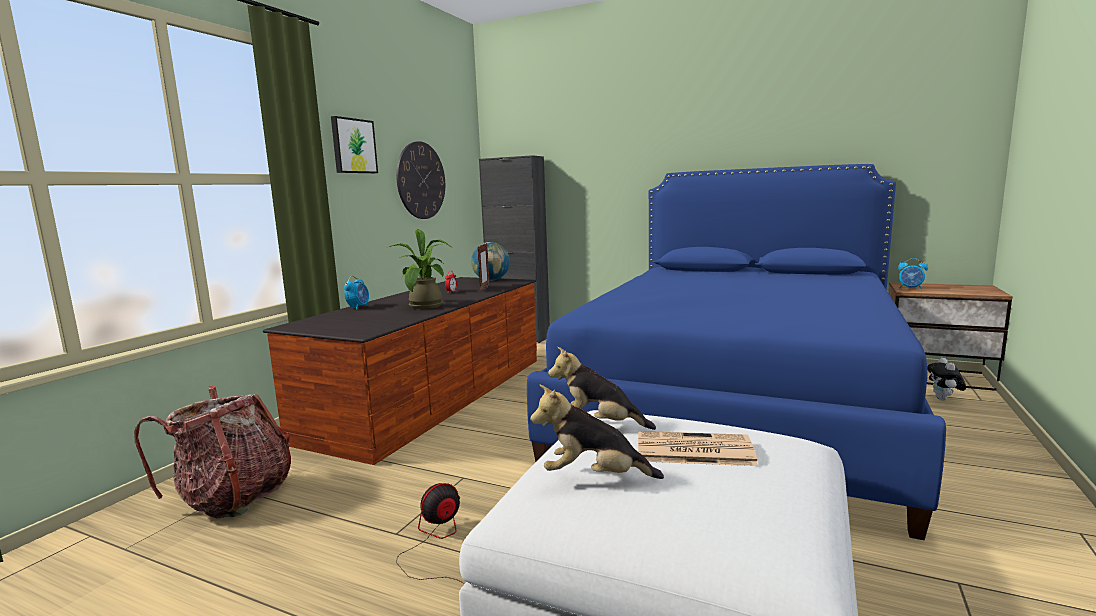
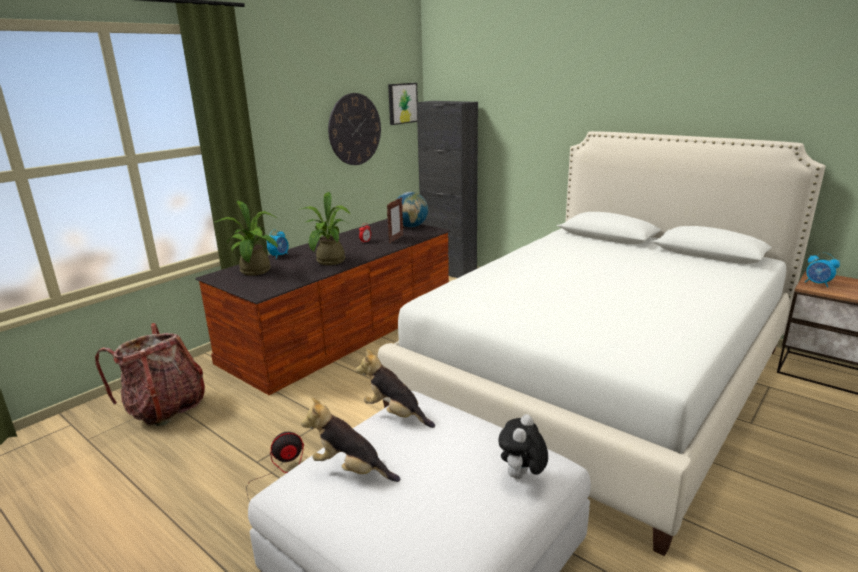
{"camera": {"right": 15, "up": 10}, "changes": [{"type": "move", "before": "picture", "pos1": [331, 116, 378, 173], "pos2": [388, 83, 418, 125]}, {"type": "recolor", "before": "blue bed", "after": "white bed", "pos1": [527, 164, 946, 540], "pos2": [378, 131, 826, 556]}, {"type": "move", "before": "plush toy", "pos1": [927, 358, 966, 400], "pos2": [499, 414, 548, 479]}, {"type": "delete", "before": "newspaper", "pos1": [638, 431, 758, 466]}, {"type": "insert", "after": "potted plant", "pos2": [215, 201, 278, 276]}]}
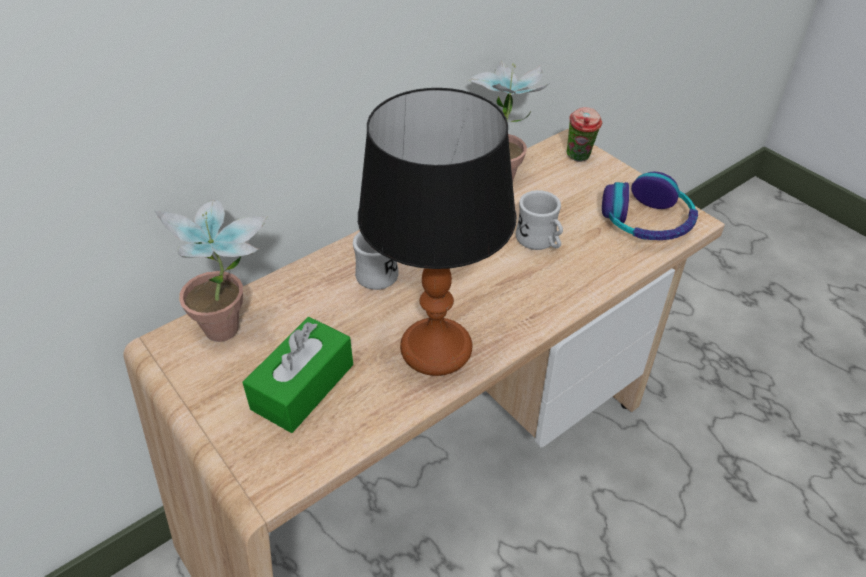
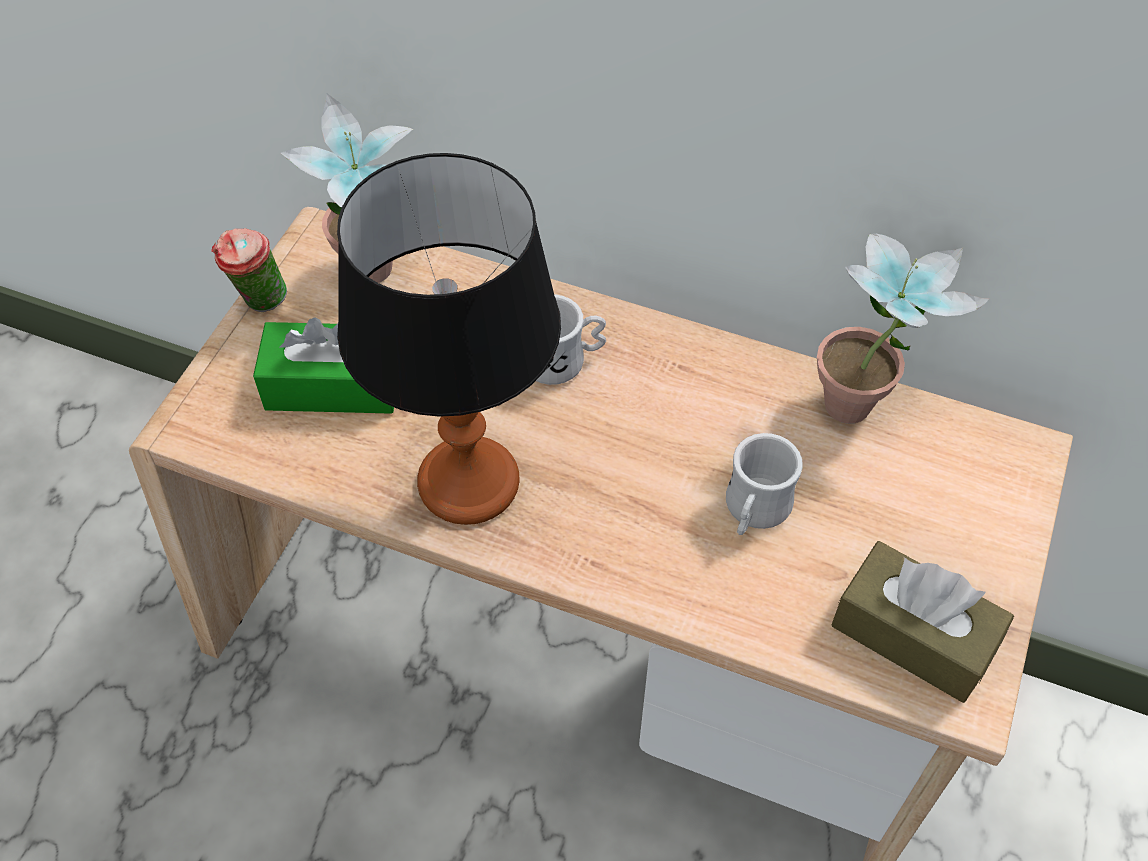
{"camera": {"right": 60, "up": 10}, "changes": [{"type": "move", "before": "cup", "pos1": [567, 107, 603, 162], "pos2": [211, 228, 287, 312]}, {"type": "replace", "before": "headphones", "after": "brown tissue box", "pos1": [602, 172, 698, 240], "pos2": [832, 541, 1014, 703]}]}
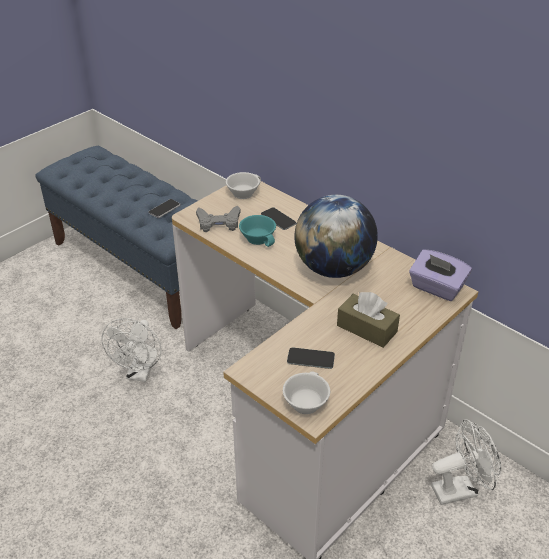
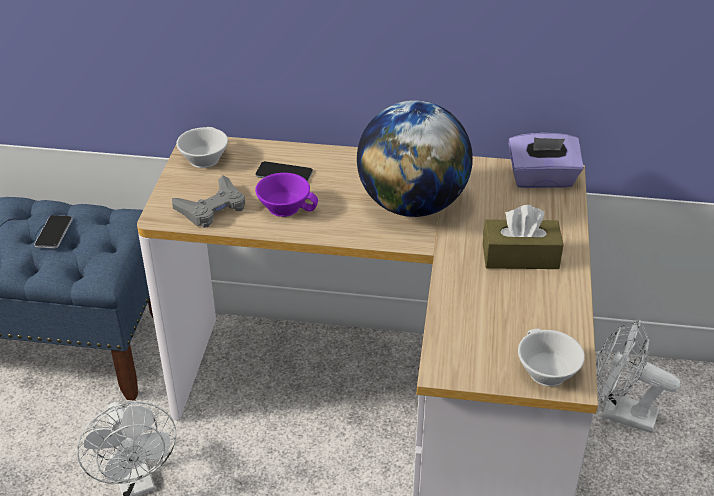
{"camera": {"right": -35, "up": 0}, "changes": [{"type": "recolor", "before": "turquoise cup", "after": "purple cup", "pos1": [239, 215, 276, 247], "pos2": [255, 173, 318, 217]}, {"type": "delete", "before": "phone", "pos1": [287, 347, 335, 369]}, {"type": "rotate", "before": "white fan", "pos1": [431, 419, 501, 505], "pos2": [596, 320, 680, 433], "turn": -105}]}
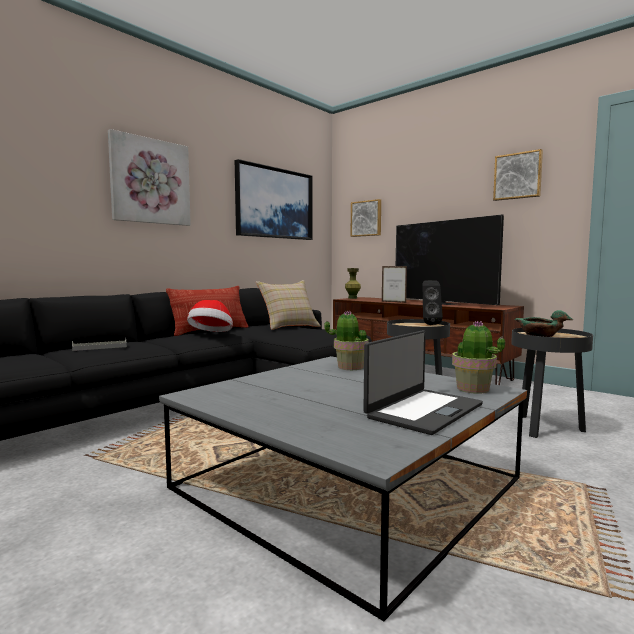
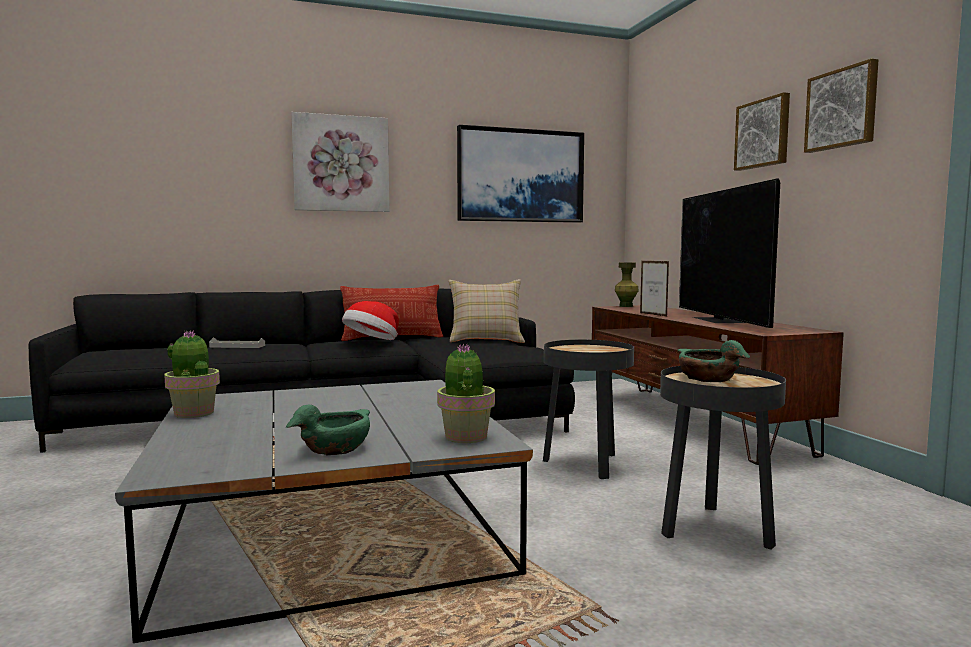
{"camera": {"right": 30, "up": 0}, "changes": [{"type": "move", "before": "picture", "pos1": [351, 199, 381, 237], "pos2": [734, 92, 790, 171]}, {"type": "delete", "before": "black speaker", "pos1": [423, 280, 443, 325]}, {"type": "move", "before": "potted plant", "pos1": [324, 311, 369, 370], "pos2": [164, 330, 220, 418]}, {"type": "replace", "before": "laptop", "after": "green bowl", "pos1": [363, 330, 483, 435], "pos2": [286, 405, 370, 456]}]}
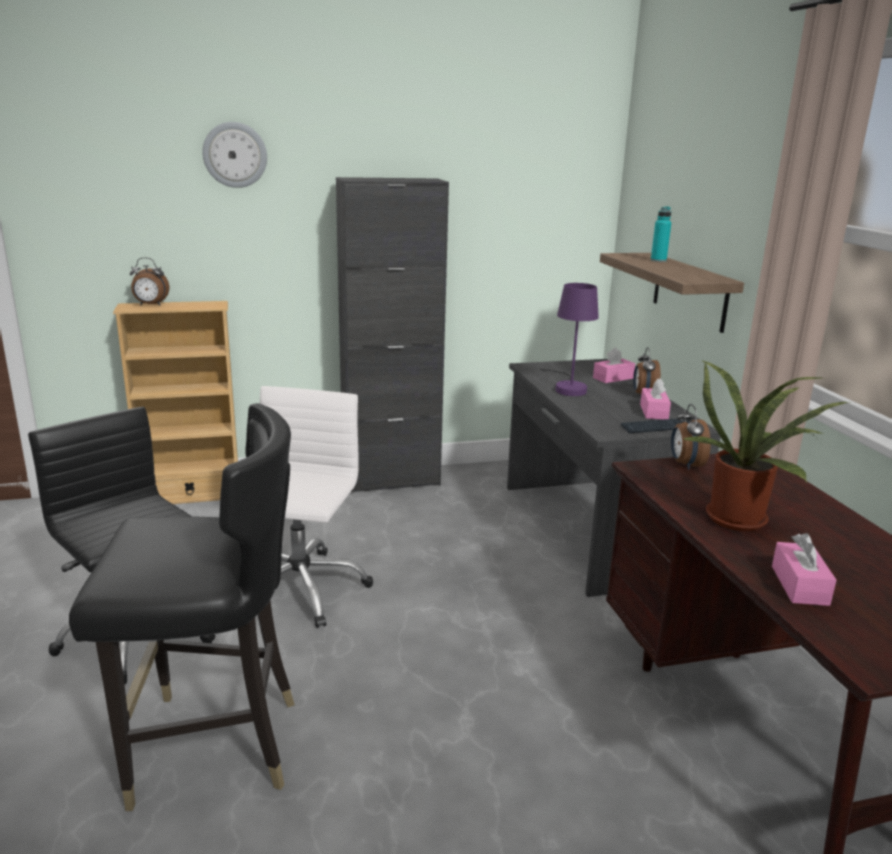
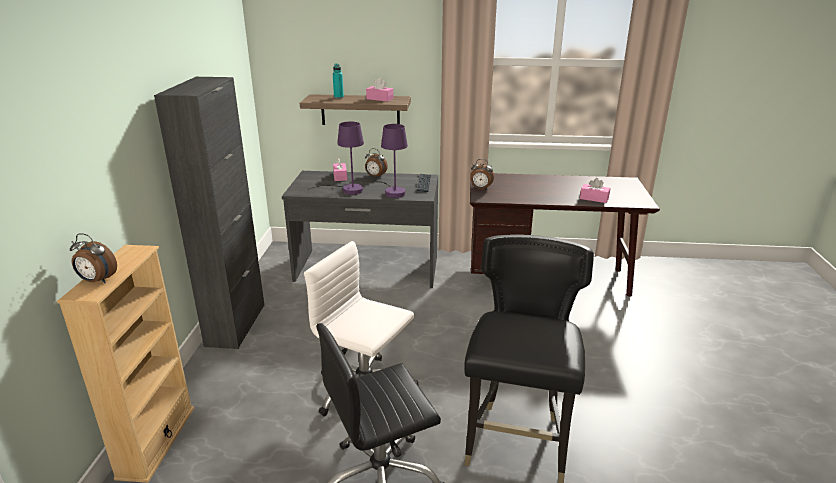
{"camera": {"right": -70, "up": 5}, "changes": [{"type": "delete", "before": "wall clock", "pos1": [202, 122, 267, 188]}, {"type": "rotate", "before": "alarm clock", "pos1": [130, 257, 169, 305], "pos2": [70, 233, 117, 283], "turn": 90}, {"type": "delete", "before": "potted plant", "pos1": [684, 360, 848, 531]}, {"type": "move", "before": "pink tissue box", "pos1": [640, 378, 671, 420], "pos2": [366, 78, 394, 102]}, {"type": "insert", "after": "purple table lamp", "pos2": [363, 124, 408, 198]}]}
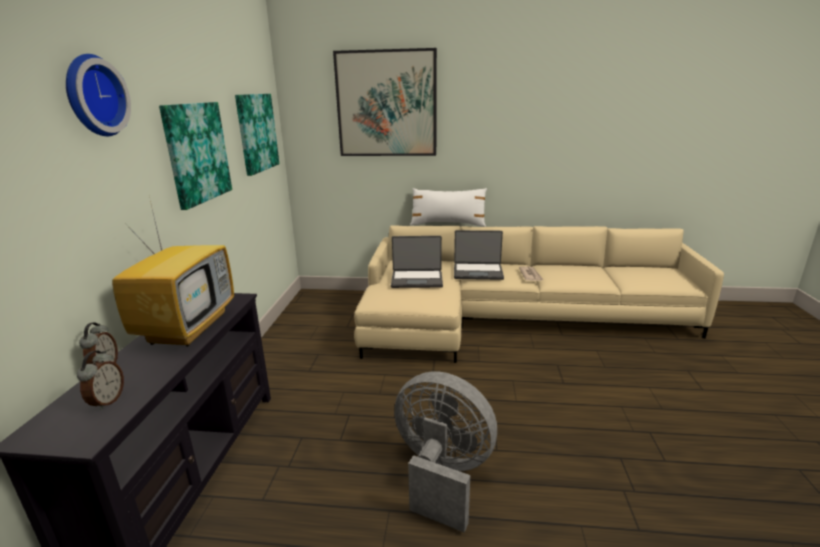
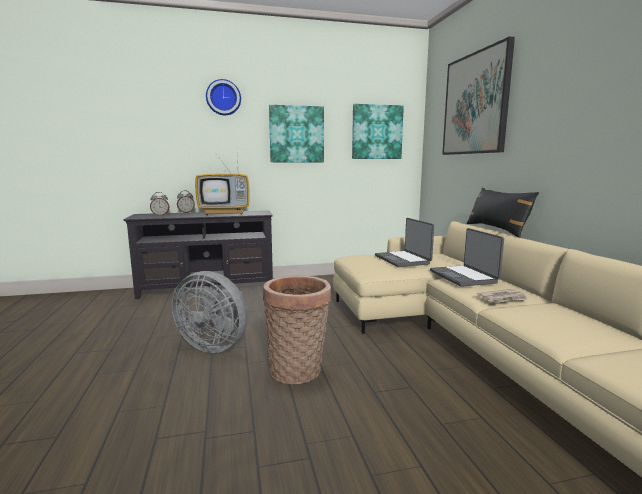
{"camera": {"right": 70, "up": -10}, "changes": [{"type": "recolor", "before": "white pillow", "after": "black pillow", "pos1": [410, 188, 487, 227], "pos2": [466, 187, 539, 238]}, {"type": "rotate", "before": "grey fan", "pos1": [394, 372, 497, 533], "pos2": [172, 271, 248, 353], "turn": 105}, {"type": "insert", "after": "basket", "pos2": [263, 276, 331, 384]}]}
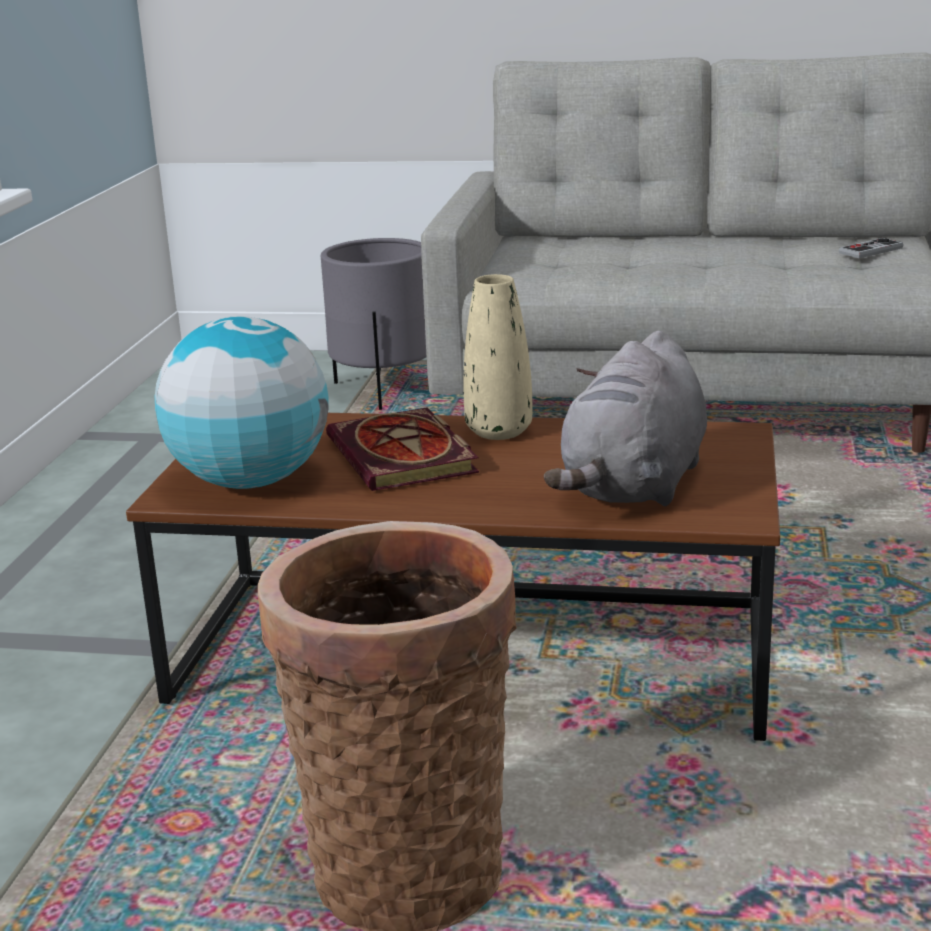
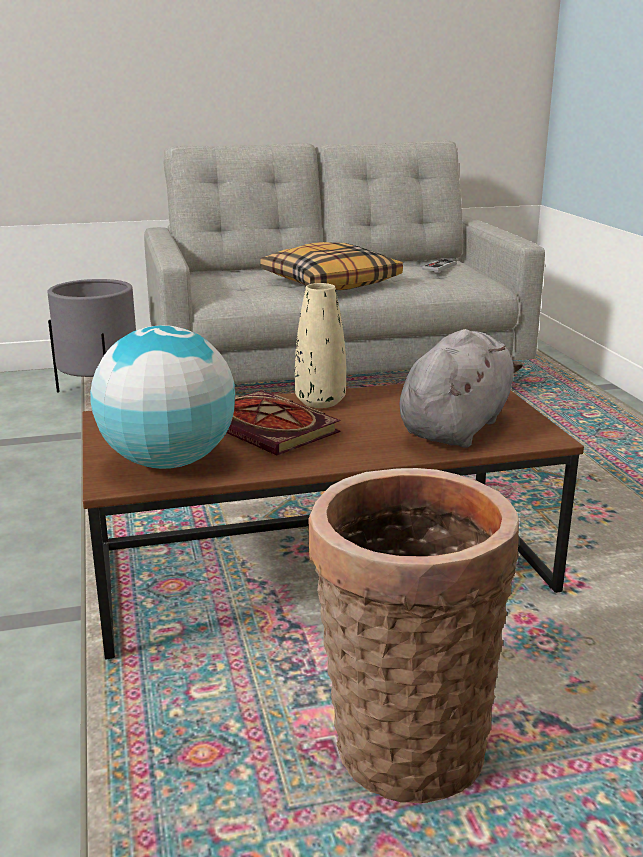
{"camera": {"right": -25, "up": 0}, "changes": [{"type": "rotate", "before": "grey plush toy", "pos1": [544, 331, 707, 507], "pos2": [399, 329, 523, 448], "turn": -150}, {"type": "insert", "after": "pillow", "pos2": [260, 242, 403, 290]}]}
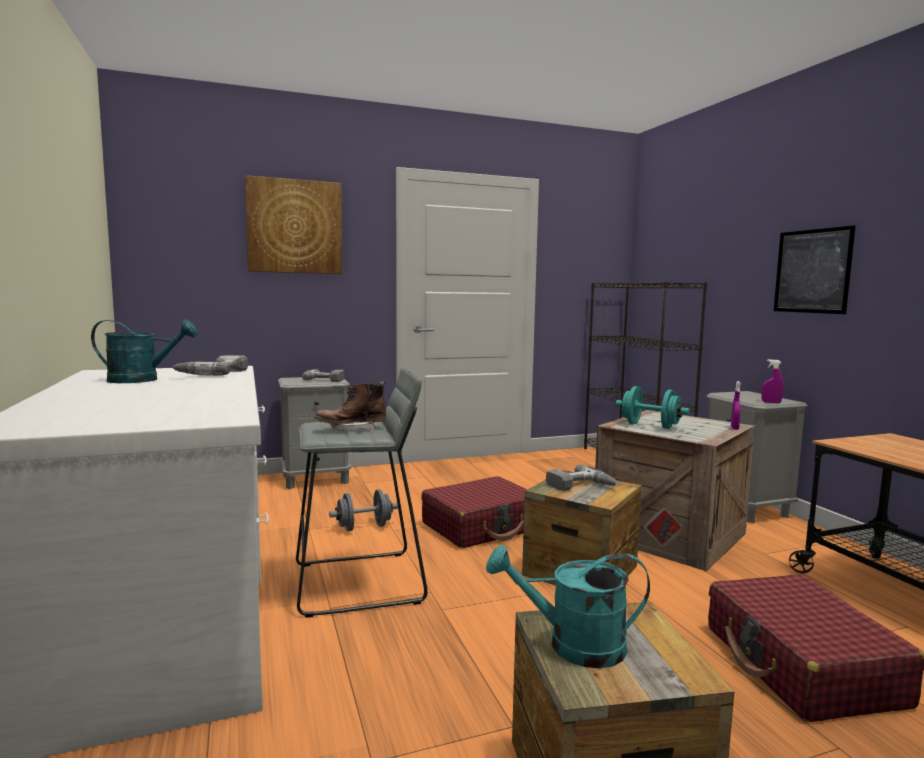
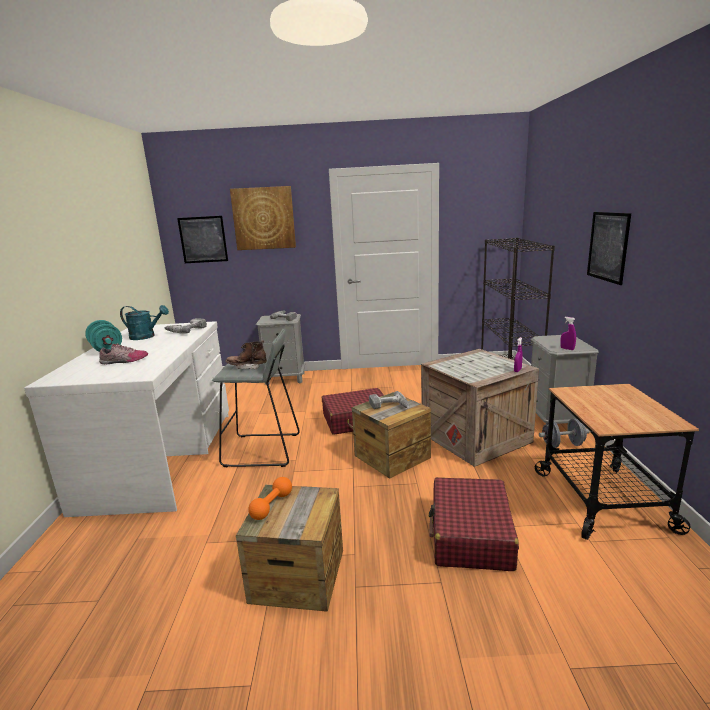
{"camera": {"right": 20, "up": 10}, "changes": [{"type": "move", "before": "turquoise dumbbell", "pos1": [616, 386, 690, 429], "pos2": [85, 320, 122, 351]}, {"type": "move", "before": "grey dumbbell", "pos1": [329, 489, 398, 531], "pos2": [539, 419, 590, 448]}, {"type": "replace", "before": "turquoise watering can", "after": "orange dumbbell", "pos1": [486, 545, 650, 668], "pos2": [248, 477, 292, 520]}, {"type": "insert", "after": "picture", "pos2": [177, 216, 228, 263]}, {"type": "insert", "after": "shoe", "pos2": [99, 343, 148, 364]}]}
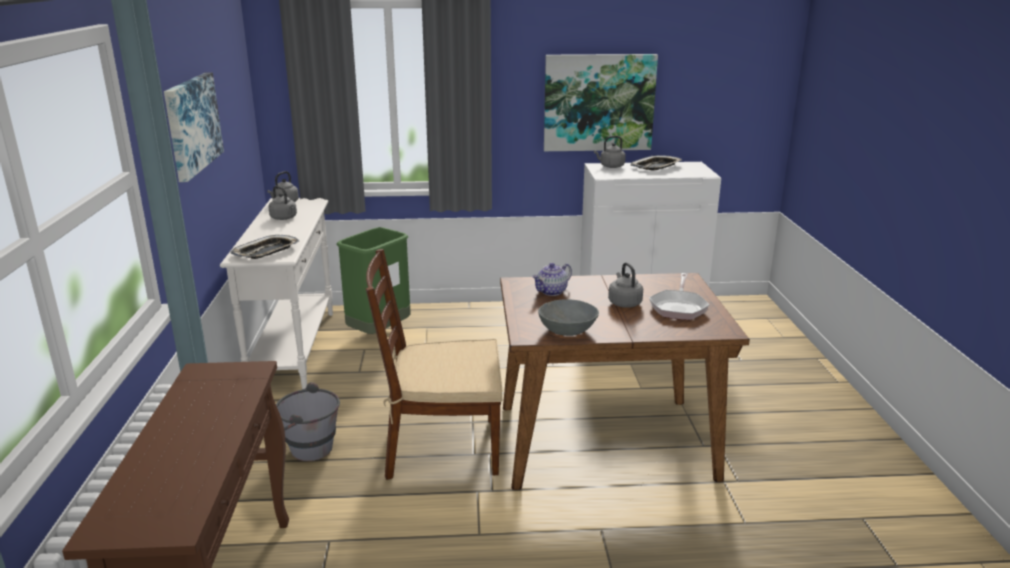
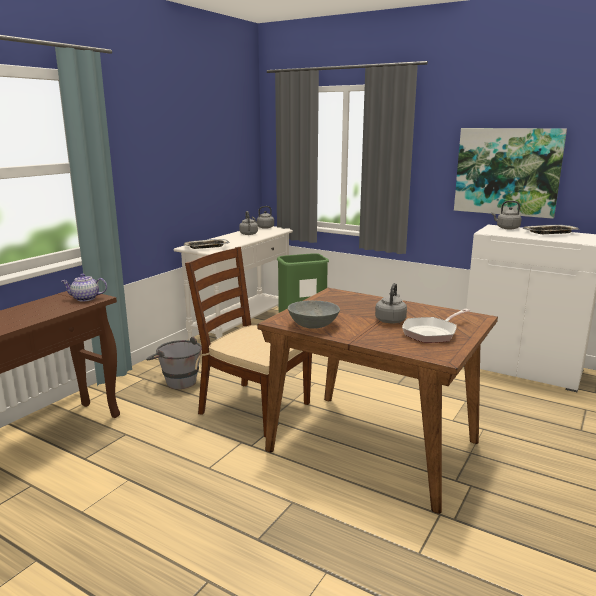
{"camera": {"right": 35, "up": -5}, "changes": [{"type": "delete", "before": "picture", "pos1": [164, 72, 224, 182]}, {"type": "move", "before": "teapot", "pos1": [532, 263, 572, 296], "pos2": [61, 274, 107, 302]}]}
